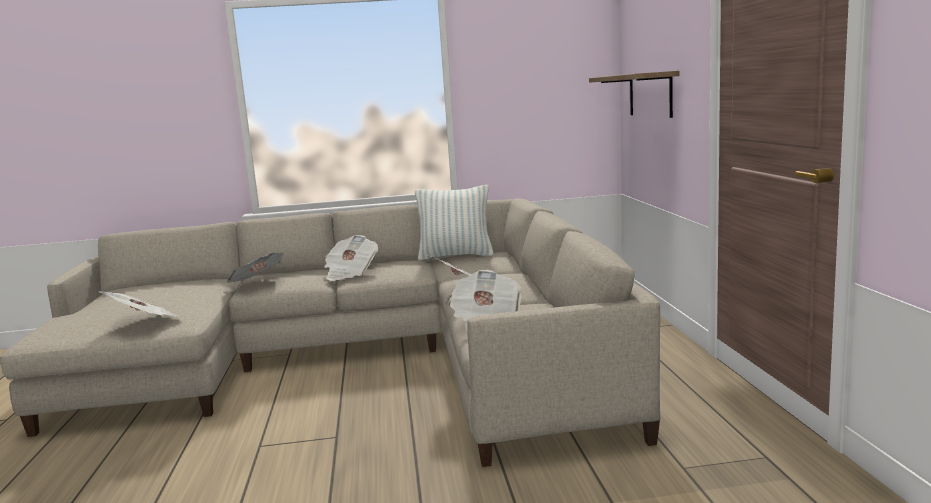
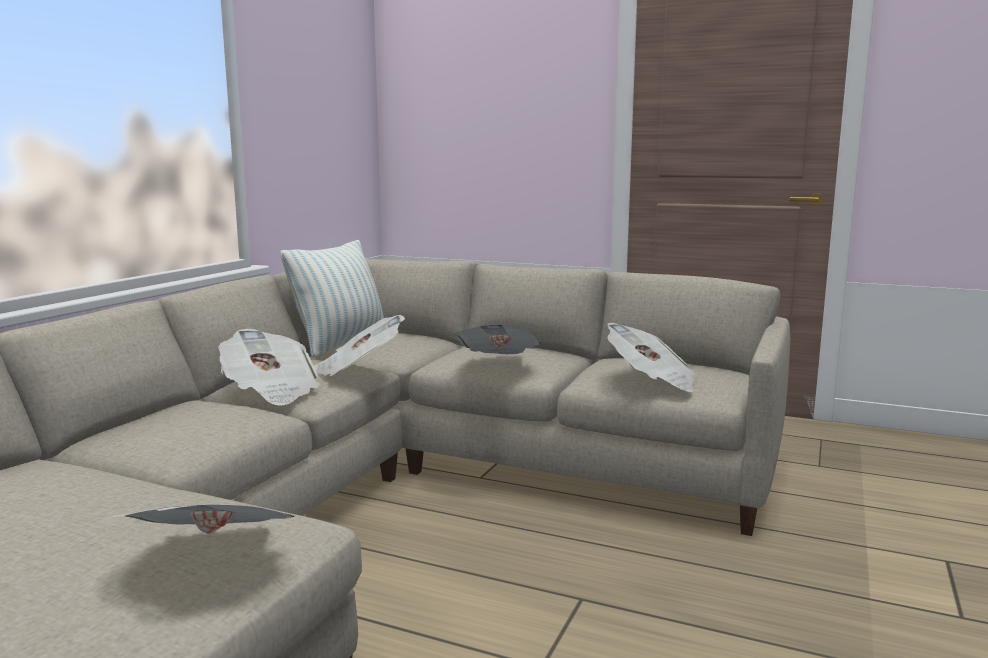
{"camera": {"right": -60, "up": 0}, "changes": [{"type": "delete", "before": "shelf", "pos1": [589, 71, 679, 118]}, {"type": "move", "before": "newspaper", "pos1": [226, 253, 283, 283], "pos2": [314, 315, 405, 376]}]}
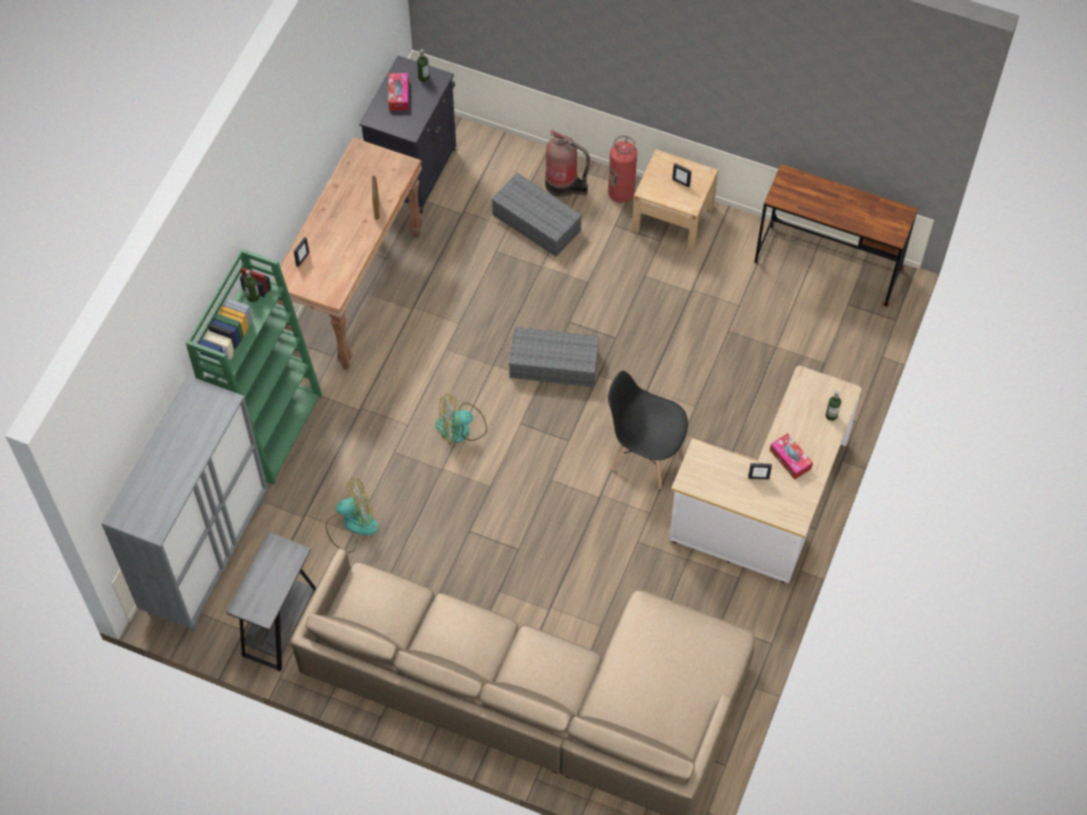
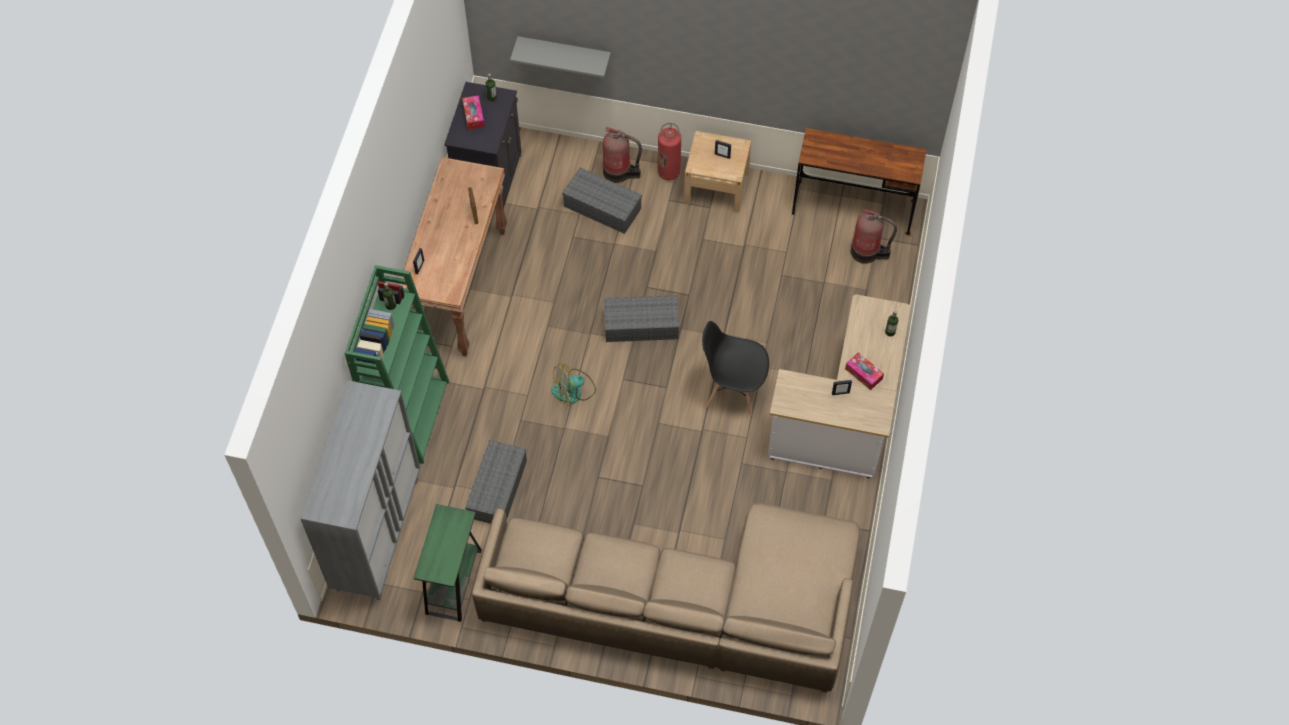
{"camera": {"right": -10, "up": 0}, "changes": [{"type": "replace", "before": "fan", "after": "grey storage box", "pos1": [326, 478, 379, 553], "pos2": [465, 440, 527, 524]}, {"type": "recolor", "before": "grey side table", "after": "green side table", "pos1": [226, 532, 316, 671], "pos2": [414, 504, 482, 622]}, {"type": "insert", "after": "grey shelf", "pos2": [510, 36, 611, 78]}, {"type": "insert", "after": "fire extinguisher", "pos2": [851, 208, 897, 264]}]}
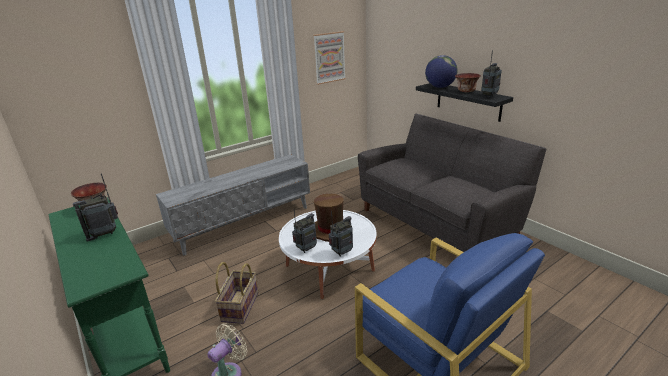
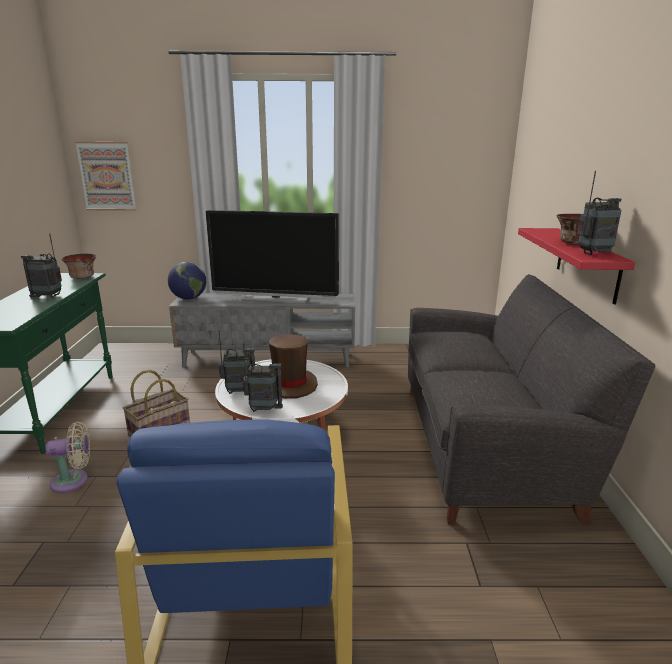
{"camera": {"right": 35, "up": -5}, "changes": [{"type": "move", "before": "picture", "pos1": [313, 31, 346, 85], "pos2": [75, 142, 136, 211]}, {"type": "move", "before": "globe", "pos1": [425, 55, 458, 88], "pos2": [168, 262, 206, 300]}, {"type": "recolor", "before": "black shelf", "after": "red shelf", "pos1": [416, 83, 513, 122], "pos2": [518, 228, 635, 305]}, {"type": "insert", "after": "television", "pos2": [206, 210, 339, 304]}]}
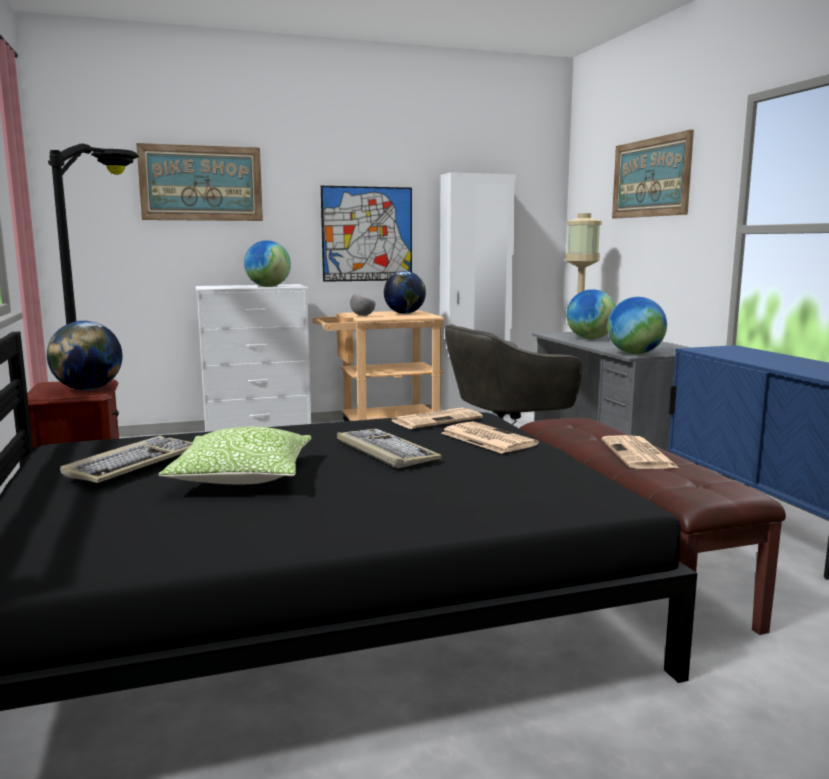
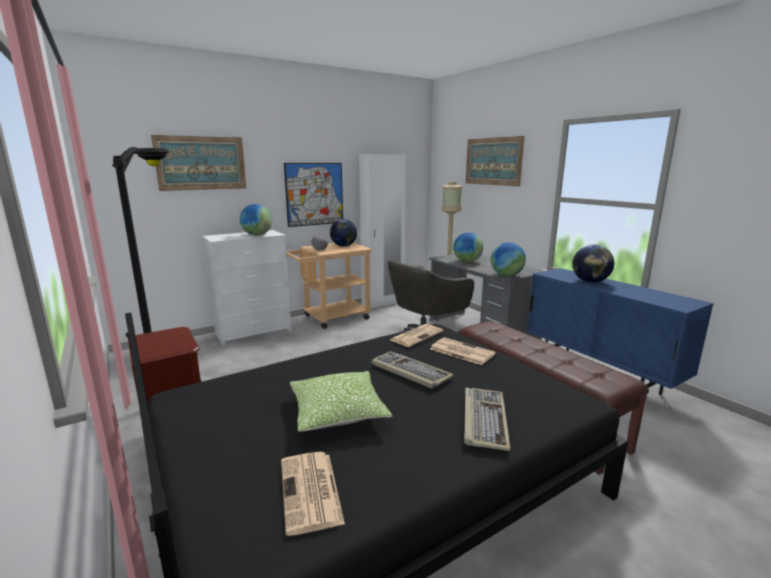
{"camera": {"right": -15, "up": 5}, "changes": [{"type": "move", "before": "globe", "pos1": [47, 321, 122, 390], "pos2": [572, 245, 614, 283]}, {"type": "move", "before": "newspaper", "pos1": [602, 435, 679, 469], "pos2": [281, 452, 345, 536]}, {"type": "move", "before": "keyboard", "pos1": [60, 436, 193, 483], "pos2": [464, 388, 510, 451]}]}
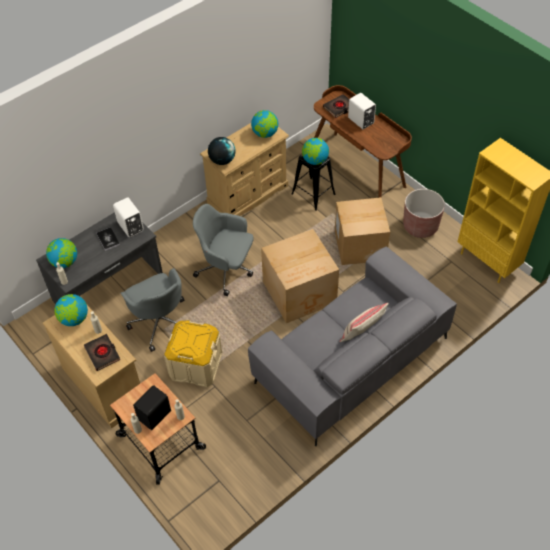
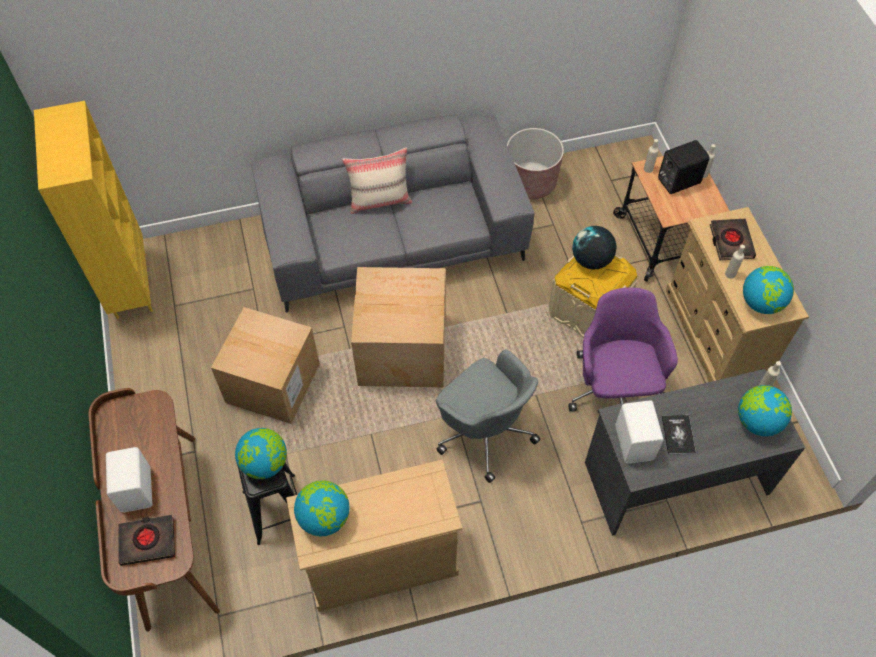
{"camera": {"right": -155, "up": 5}, "changes": [{"type": "move", "before": "globe", "pos1": [208, 137, 236, 165], "pos2": [572, 226, 617, 270]}, {"type": "move", "before": "brown planter", "pos1": [403, 189, 445, 238], "pos2": [507, 128, 564, 199]}, {"type": "recolor", "before": "grey office chair", "after": "purple office chair", "pos1": [120, 268, 185, 352], "pos2": [569, 287, 678, 411]}]}
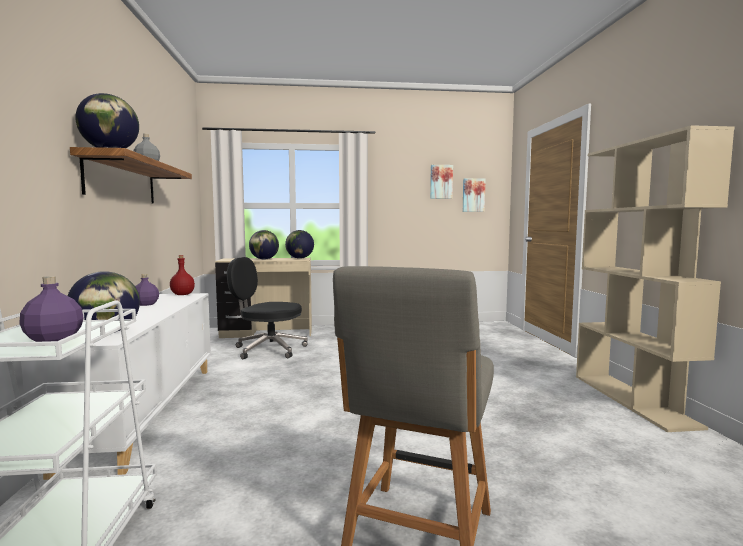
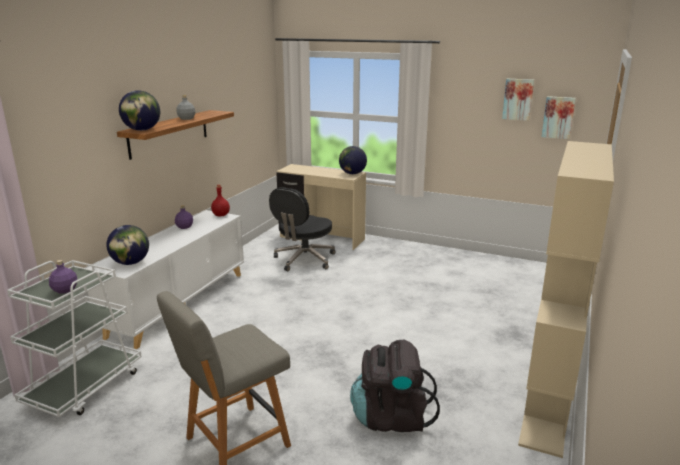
{"camera": {"right": 30, "up": 15}, "changes": [{"type": "delete", "before": "globe", "pos1": [249, 230, 279, 259]}, {"type": "rotate", "before": "black office chair", "pos1": [227, 257, 308, 359], "pos2": [269, 187, 335, 271], "turn": -105}, {"type": "insert", "after": "black backpack", "pos2": [350, 340, 440, 432]}]}
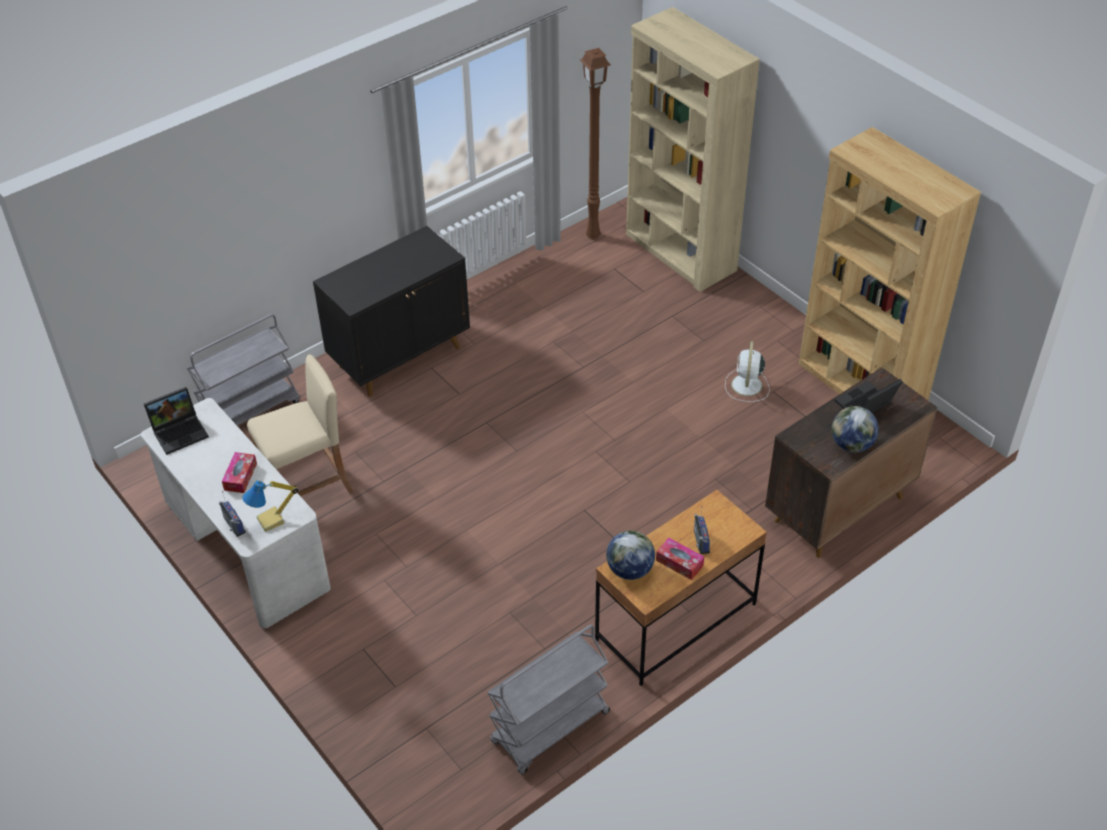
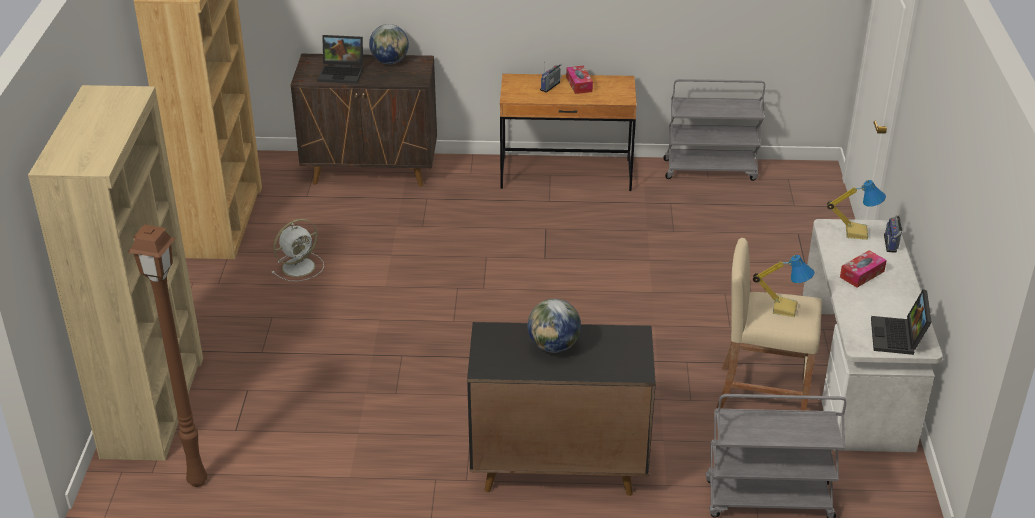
{"camera": {"right": -140, "up": -10}, "changes": [{"type": "rotate", "before": "laptop", "pos1": [144, 387, 209, 455], "pos2": [871, 289, 932, 355], "turn": -90}, {"type": "move", "before": "globe", "pos1": [606, 530, 655, 580], "pos2": [528, 299, 581, 353]}, {"type": "insert", "after": "table lamp", "pos2": [753, 255, 815, 317]}]}
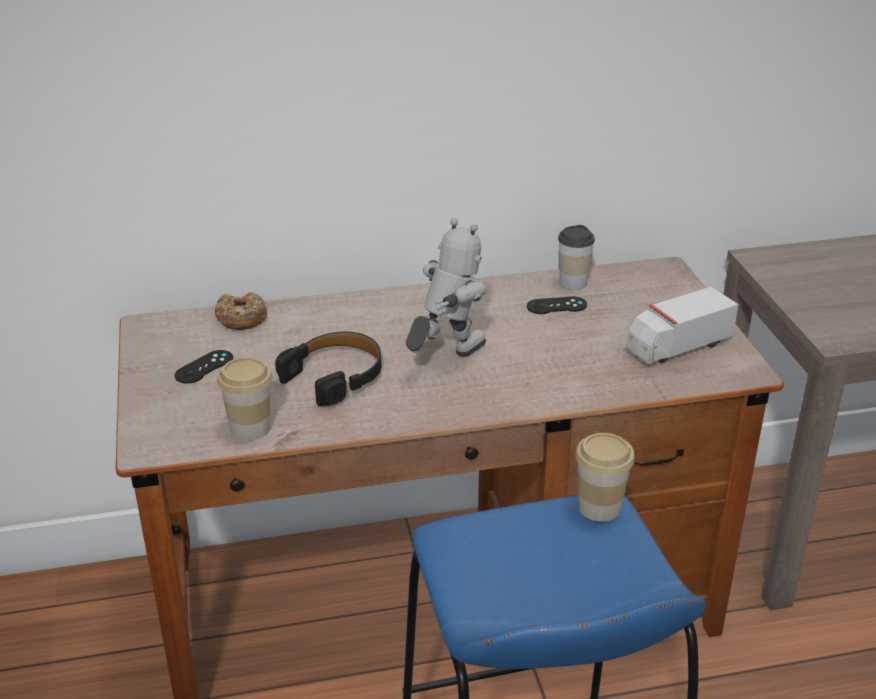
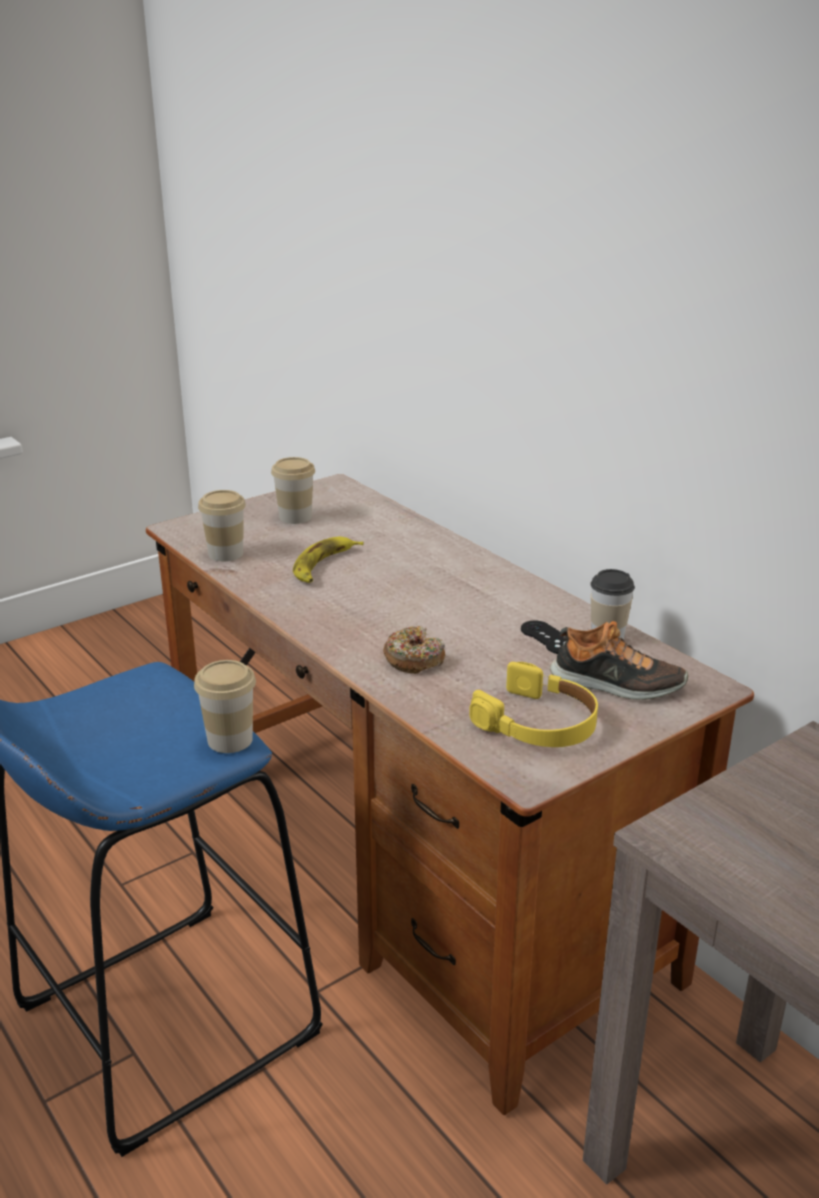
{"camera": {"right": 65, "up": -5}, "changes": [{"type": "delete", "before": "toy robot", "pos1": [406, 219, 487, 357]}, {"type": "replace", "before": "toy truck", "after": "yellow headphones", "pos1": [626, 286, 739, 364], "pos2": [469, 662, 598, 747]}, {"type": "move", "before": "donut", "pos1": [215, 292, 267, 330], "pos2": [383, 626, 445, 674]}, {"type": "replace", "before": "black headphones", "after": "banana", "pos1": [275, 332, 381, 406], "pos2": [293, 537, 364, 583]}, {"type": "replace", "before": "black game controller", "after": "cup", "pos1": [174, 350, 233, 384], "pos2": [271, 457, 315, 524]}, {"type": "insert", "after": "shoe", "pos2": [550, 621, 688, 700]}]}
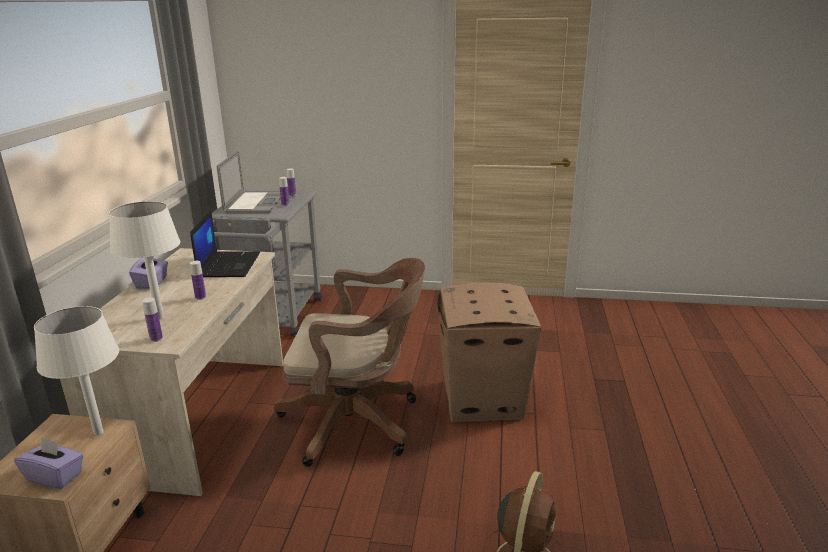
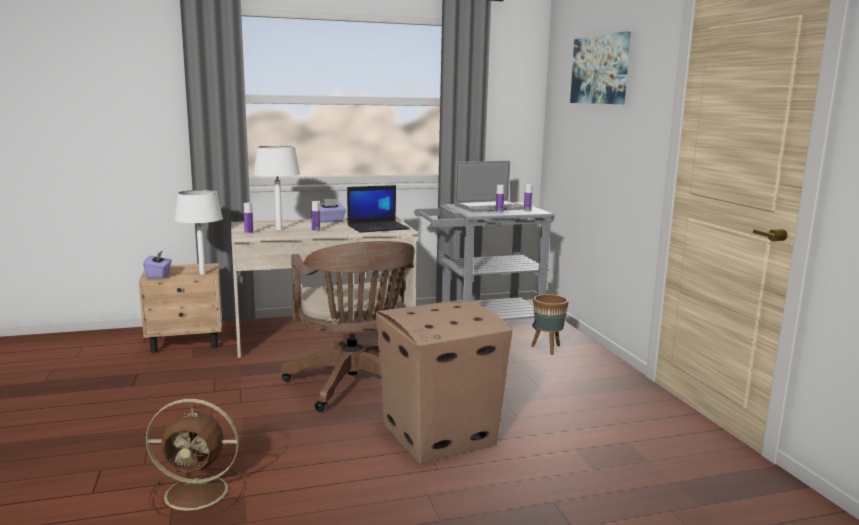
{"camera": {"right": 65, "up": -10}, "changes": [{"type": "insert", "after": "picture", "pos2": [570, 31, 631, 104]}, {"type": "insert", "after": "brown planter", "pos2": [531, 294, 569, 355]}]}
